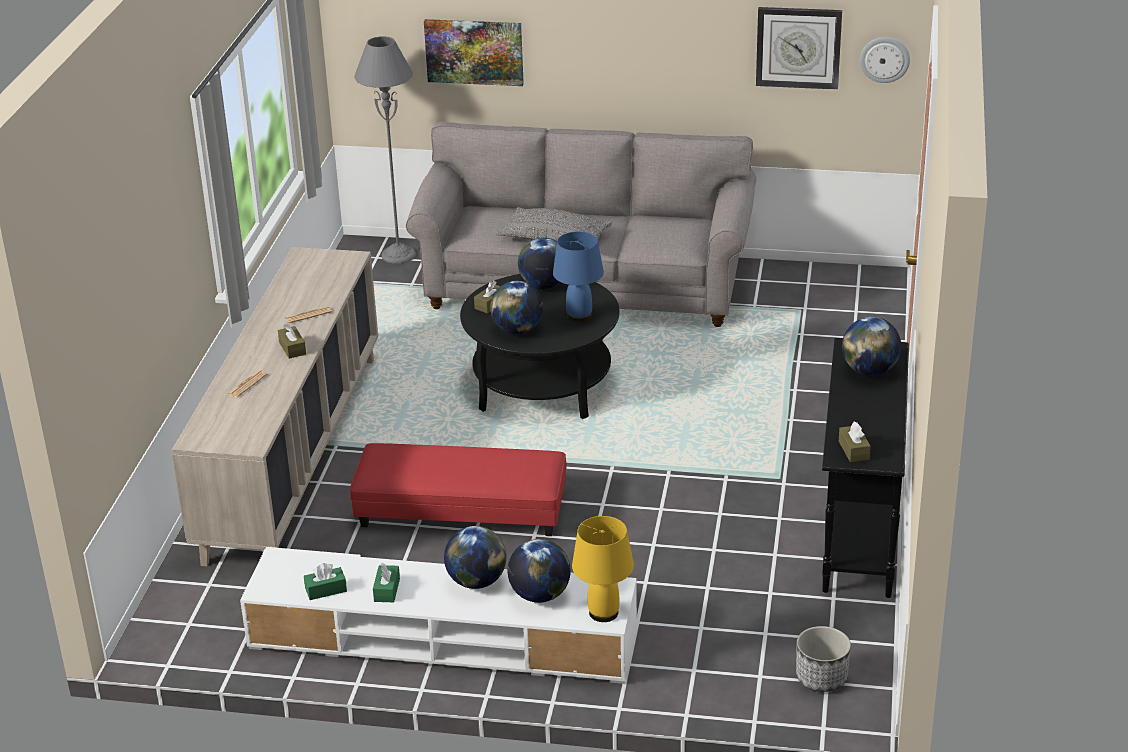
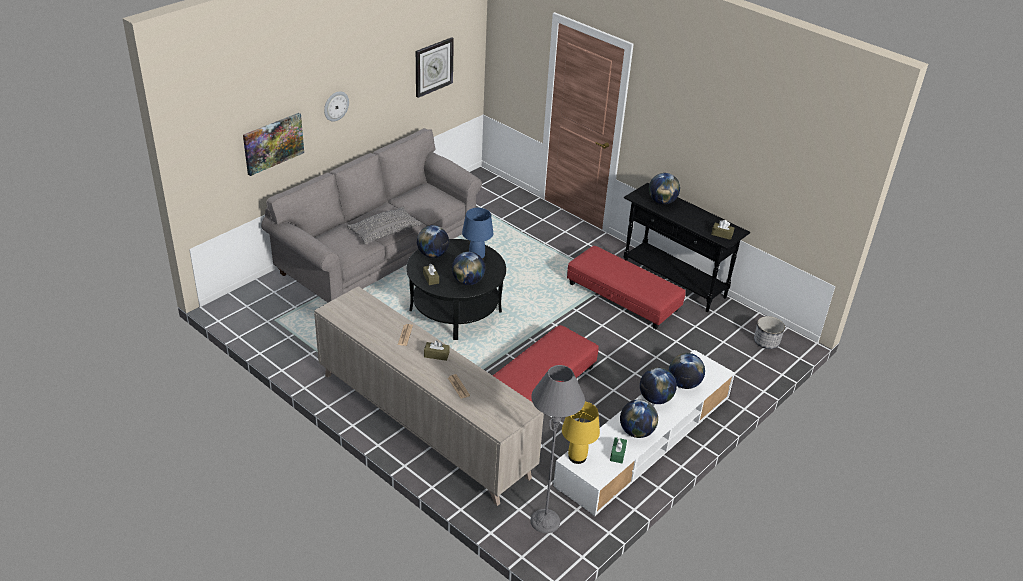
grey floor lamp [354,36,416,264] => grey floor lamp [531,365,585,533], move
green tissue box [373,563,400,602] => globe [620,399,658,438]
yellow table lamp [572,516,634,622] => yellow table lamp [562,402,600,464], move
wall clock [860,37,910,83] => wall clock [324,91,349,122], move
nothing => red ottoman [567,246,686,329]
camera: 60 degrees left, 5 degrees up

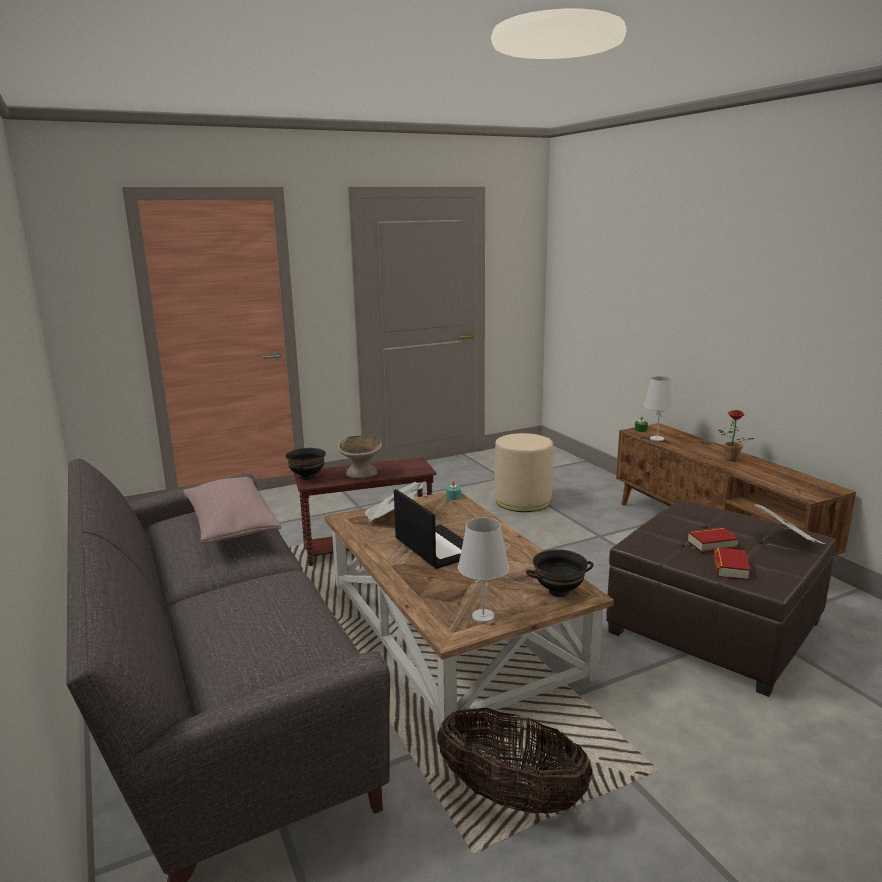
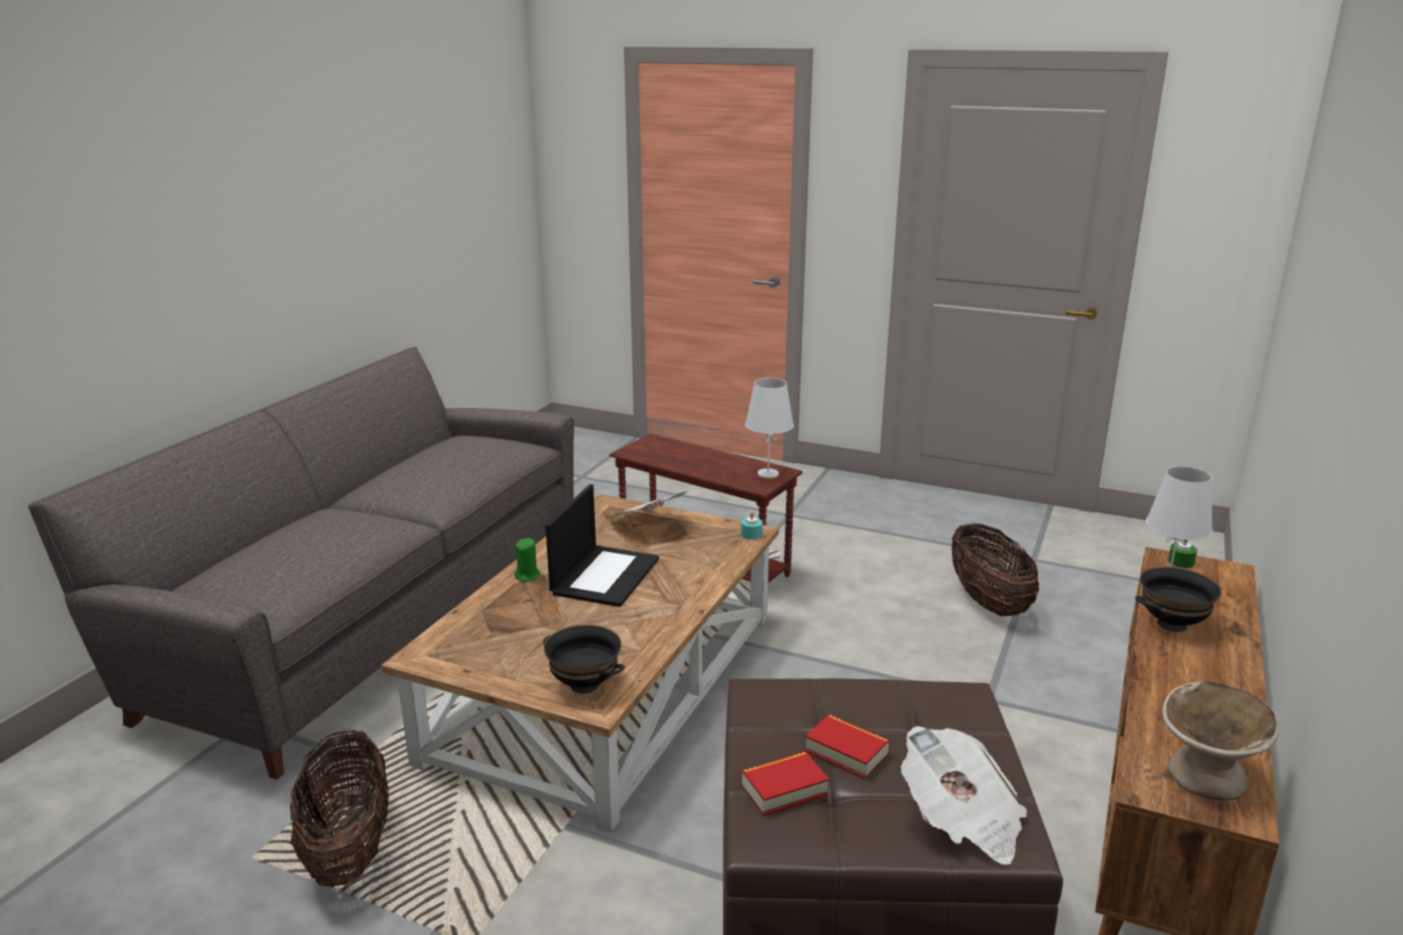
pink pillow [183,477,281,543] => nothing
black bowl [286,448,326,480] => black bowl [1135,566,1221,632], move
beige bowl [338,435,382,479] => beige bowl [1162,681,1279,800], move
white table lamp [458,518,509,623] => white table lamp [745,378,794,478], move
beige ottoman [495,433,553,512] => basket [952,523,1039,616]
potted plant [718,410,754,462] => nothing
nothing => green candle [514,538,540,582]
camera: 50 degrees right, 5 degrees up

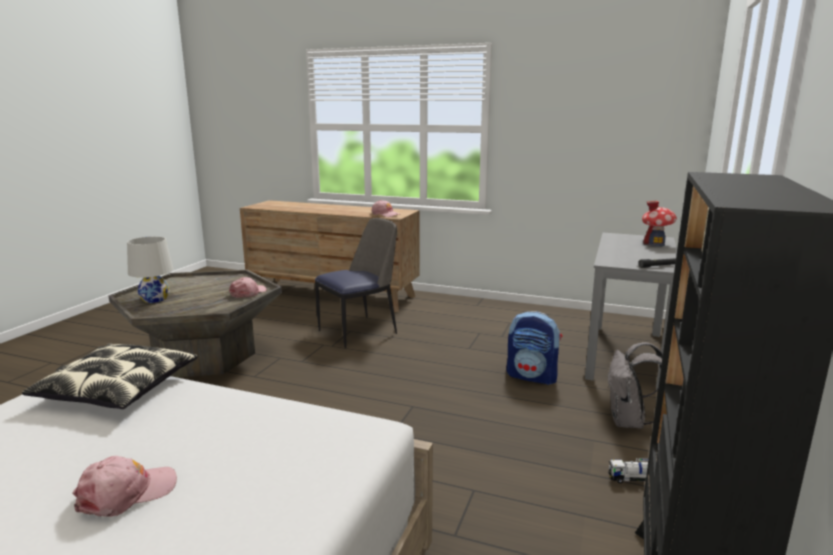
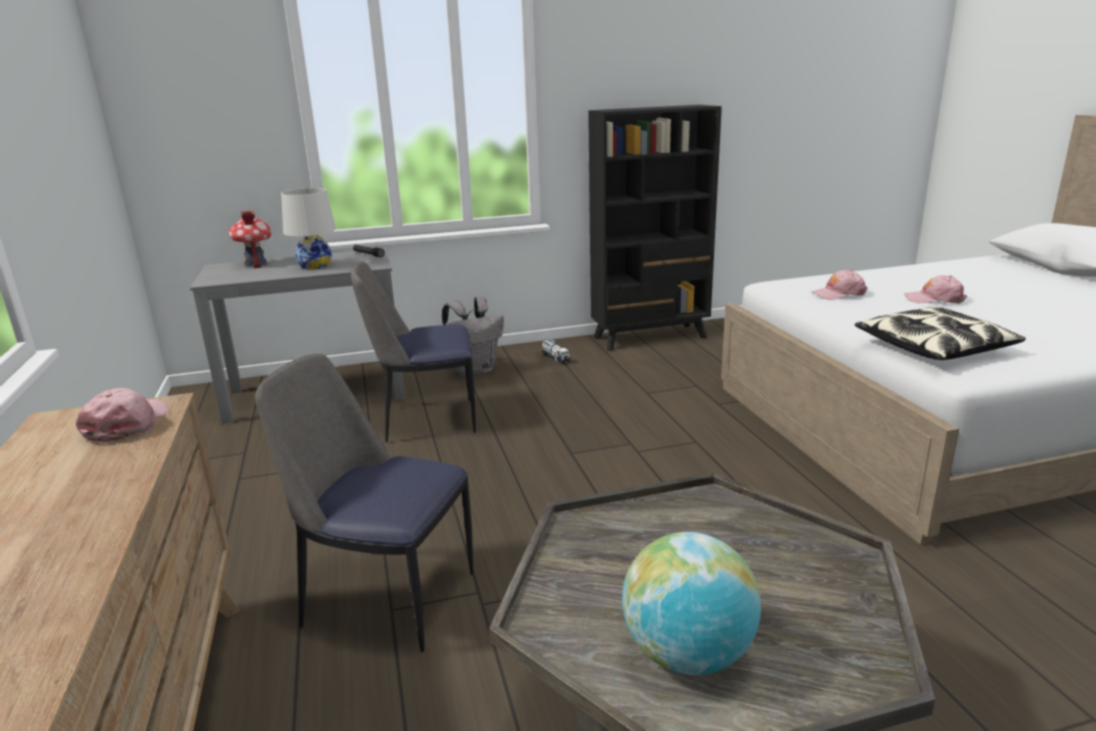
white table lamp [127,236,174,303] => white table lamp [281,188,336,270], move
pink cap [229,277,267,298] => pink cap [812,270,868,300], move
backpack [506,311,562,385] => chair [351,262,476,443]
nothing => globe [622,532,761,675]
camera: 125 degrees left, 5 degrees up

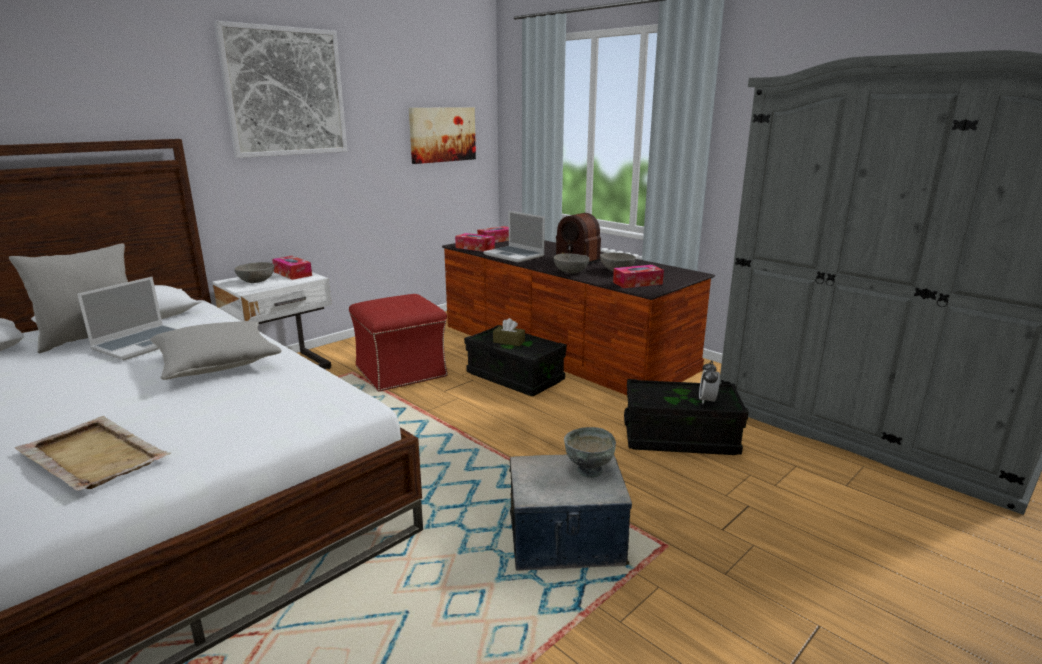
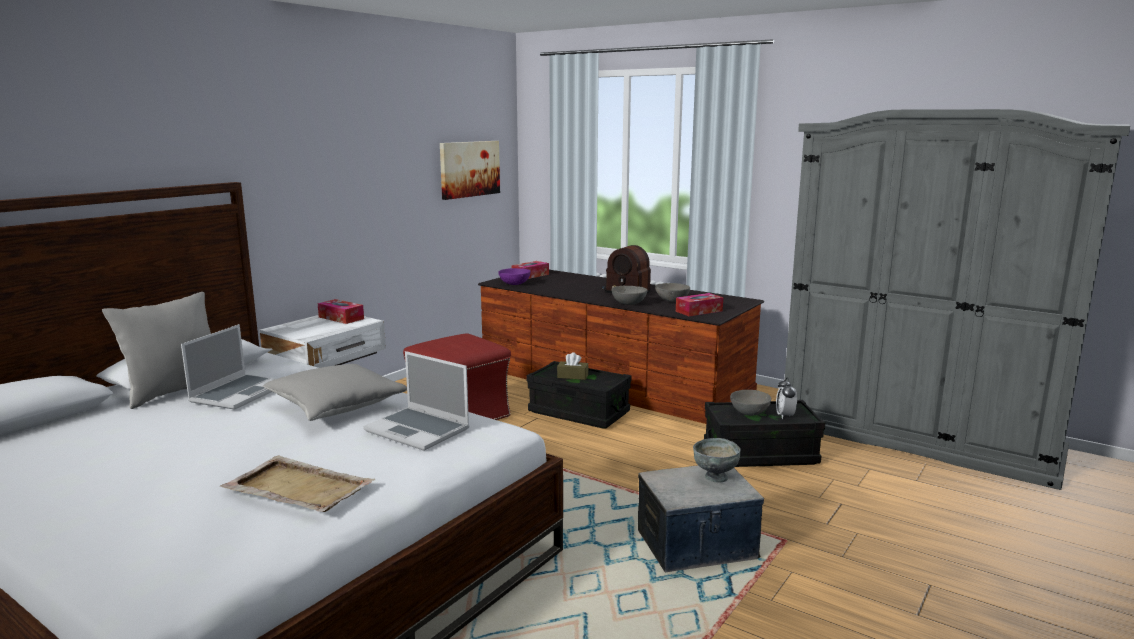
picture [214,21,347,158] => nothing
grey bowl [234,262,275,283] => grey bowl [730,390,771,416], move
tissue box [455,233,495,252] => purple bowl [498,268,531,285]
laptop [483,211,545,262] => laptop [363,351,470,451], move
camera: 10 degrees left, 5 degrees down

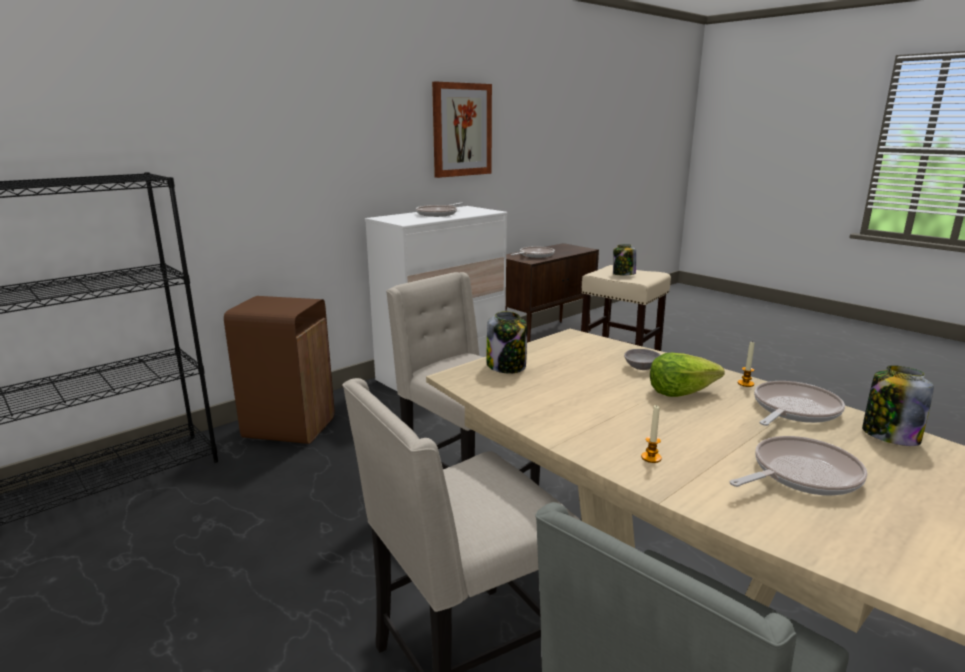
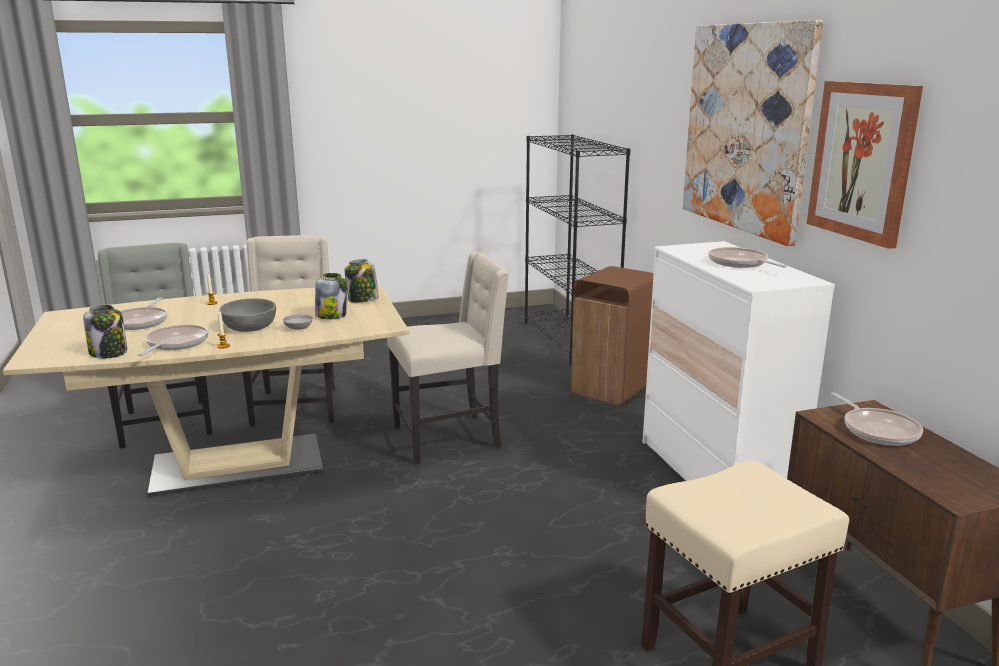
jar [613,244,636,275] => jar [315,273,347,319], move
lettuce [650,353,725,397] => grey bowl [220,298,276,332]
frying pan [754,381,845,426] => frying pan [138,325,209,356], 150 degrees counterclockwise
nothing => picture [683,20,823,246]
camera: 115 degrees right, 0 degrees up

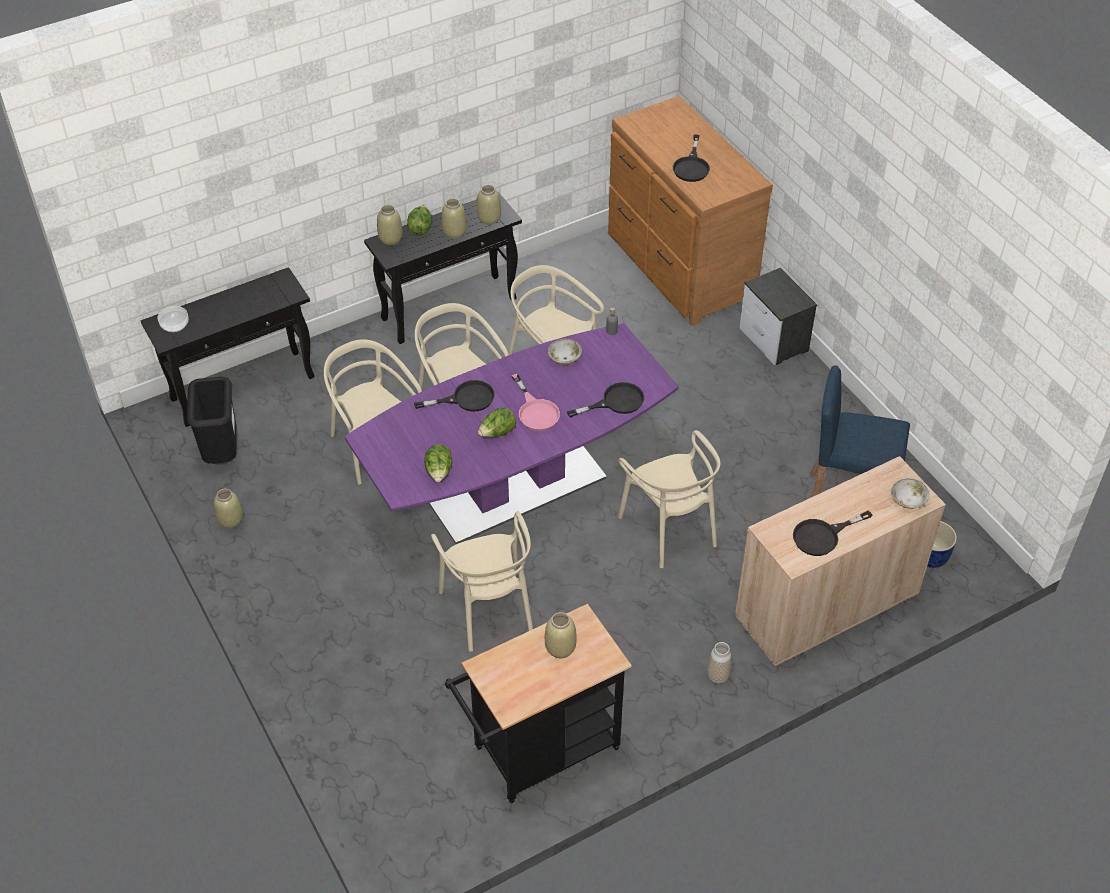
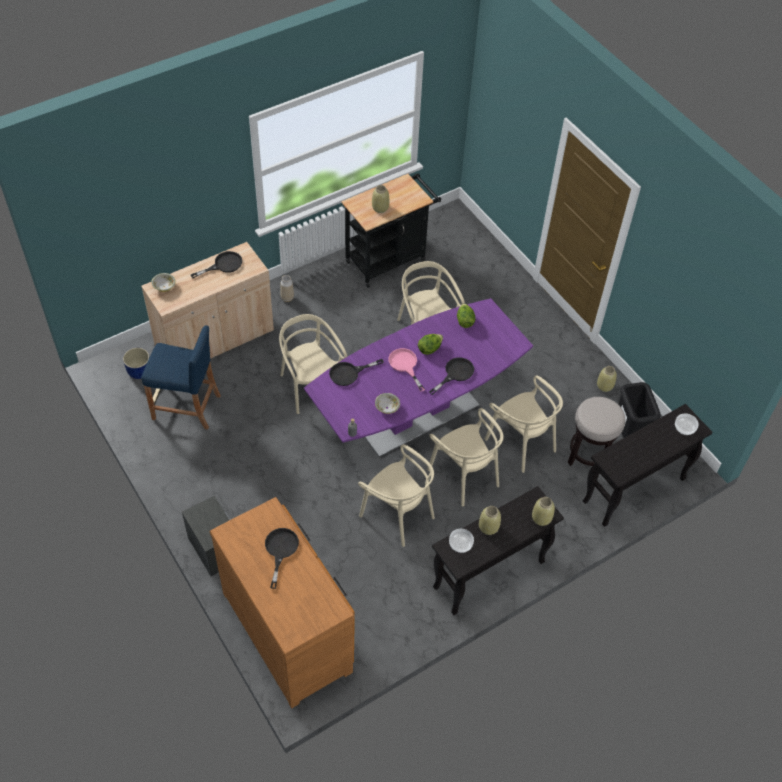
lettuce [407,205,432,235] => nothing
black frying pan [414,380,495,412] => black frying pan [429,357,474,395], 150 degrees clockwise
beige vase [477,185,501,225] => bowl [449,529,474,553]
nothing => stool [568,397,626,474]
camera: 175 degrees right, 5 degrees up

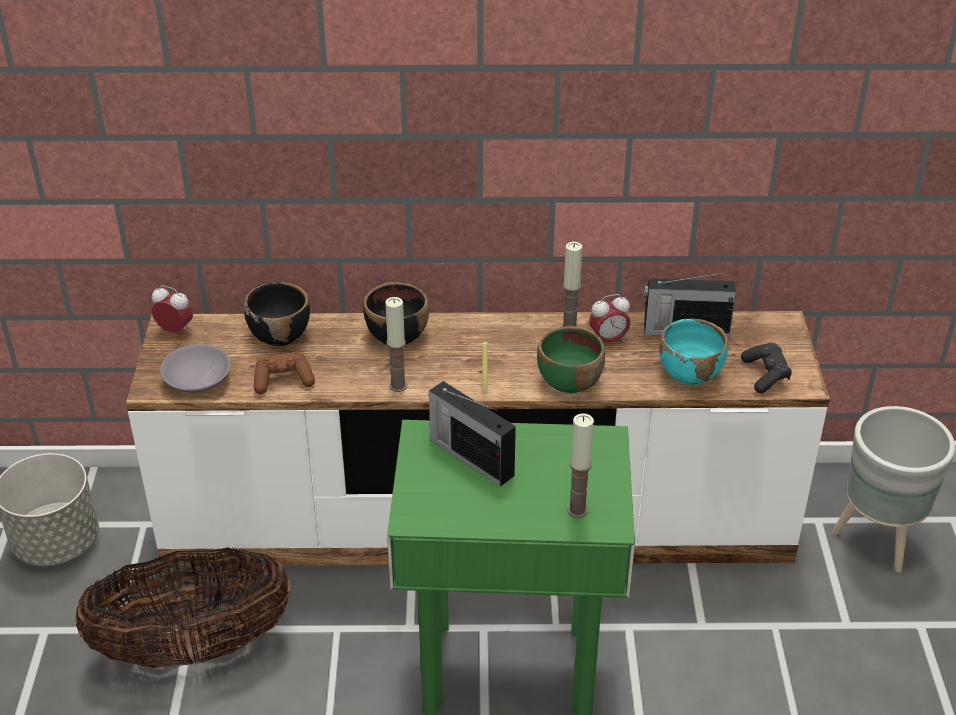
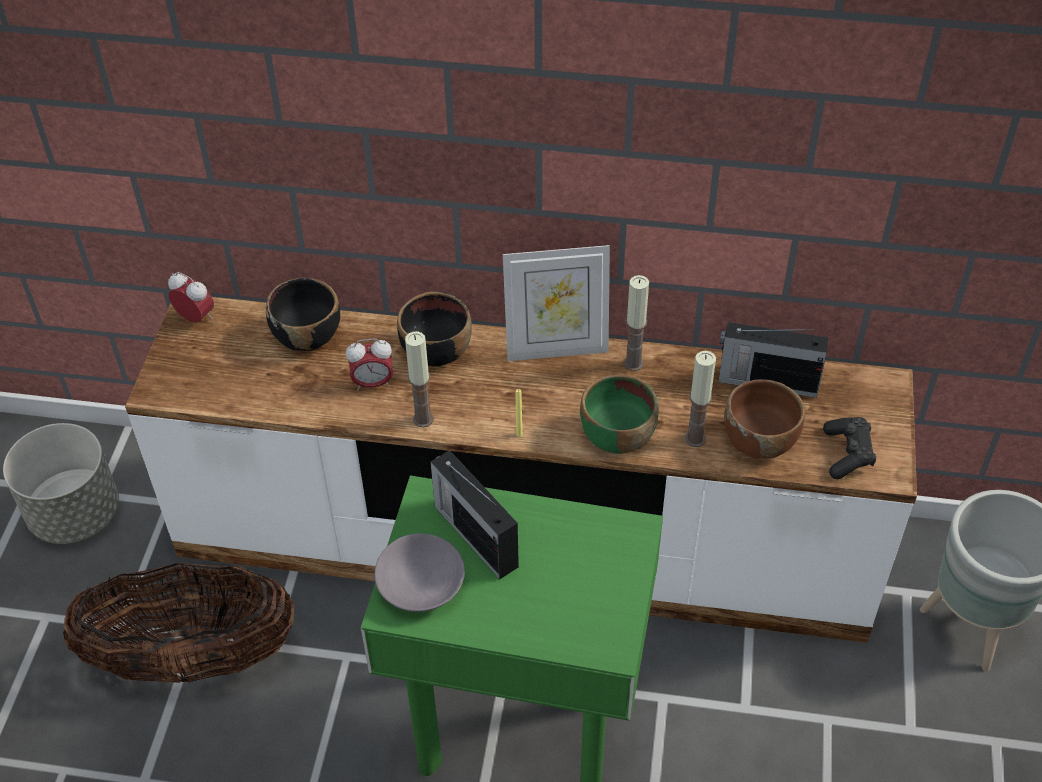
grey bowl [160,344,231,393] => grey bowl [374,533,465,612], move
brown game controller [254,351,315,394] => nothing
candle [567,413,594,518] => candle [685,351,716,447], move
alarm clock [589,294,631,342] => alarm clock [346,338,393,391], move
turquoise bowl [659,318,728,385] => brown bowl [724,379,805,458]
nothing => picture frame [503,245,610,361]
camera: 10 degrees right, 10 degrees up

